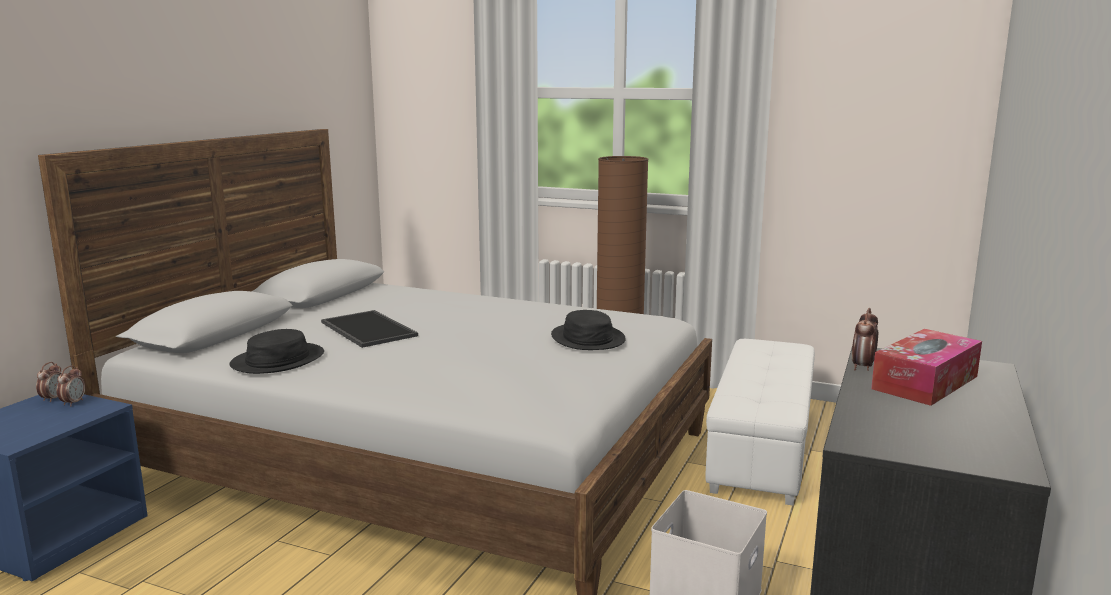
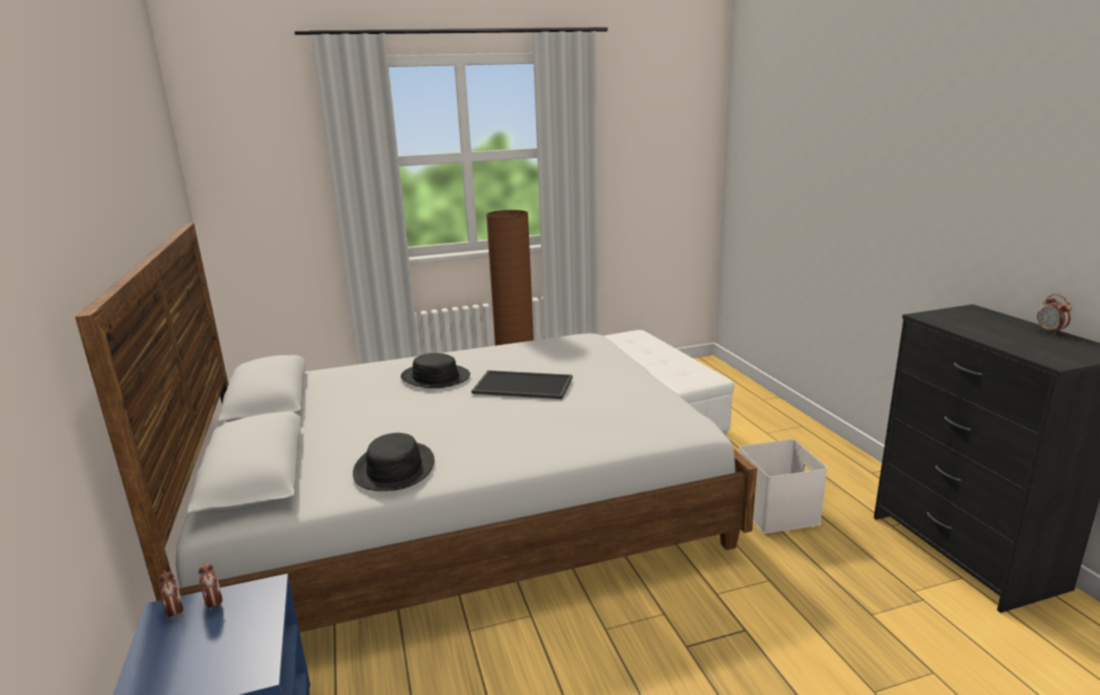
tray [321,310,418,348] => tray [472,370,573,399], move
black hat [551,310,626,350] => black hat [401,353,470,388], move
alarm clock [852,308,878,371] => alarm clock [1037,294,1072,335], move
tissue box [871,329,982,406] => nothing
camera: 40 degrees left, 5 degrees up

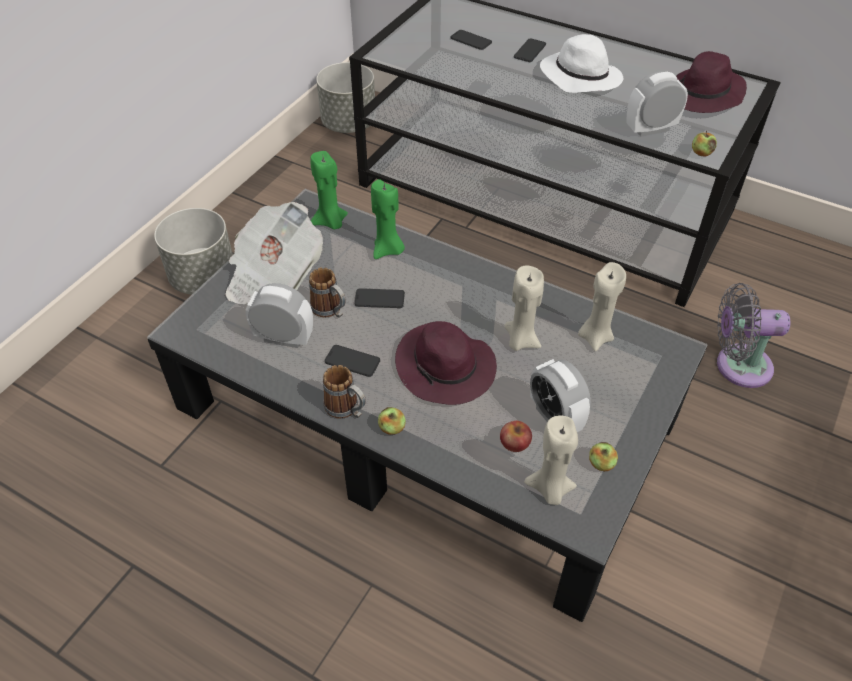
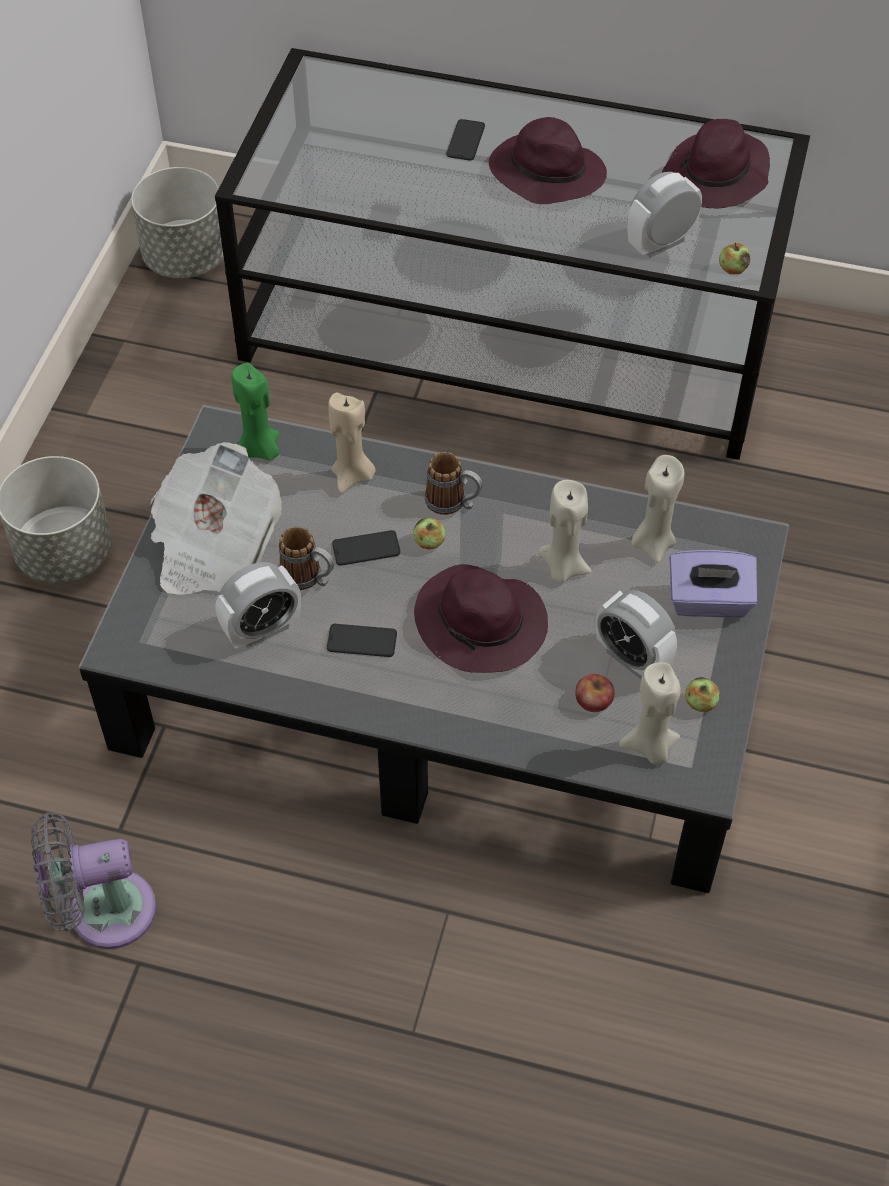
alarm clock [246,283,313,348] => alarm clock [216,562,301,649], 150 degrees clockwise
mug [323,365,366,419] => mug [425,452,483,515], move
green candle [371,179,405,259] => beige candle [328,392,375,493]
apple [378,407,406,435] => apple [413,518,445,550], move
phone [451,30,492,50] => nothing
white hat [540,34,624,93] => purple hat [489,117,607,204]
grey fan [717,283,791,388] => grey fan [31,812,156,949], move
nothing => purple tissue box [669,550,757,618]
camera: 15 degrees left, 5 degrees up

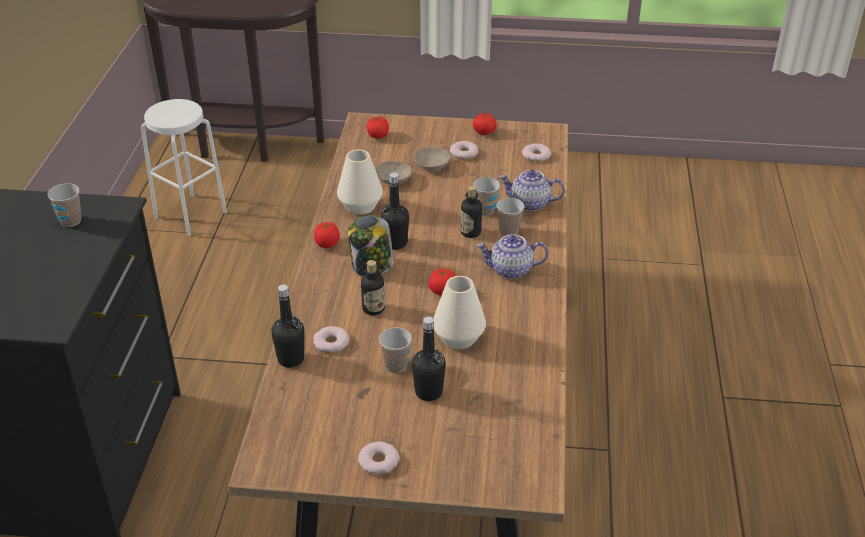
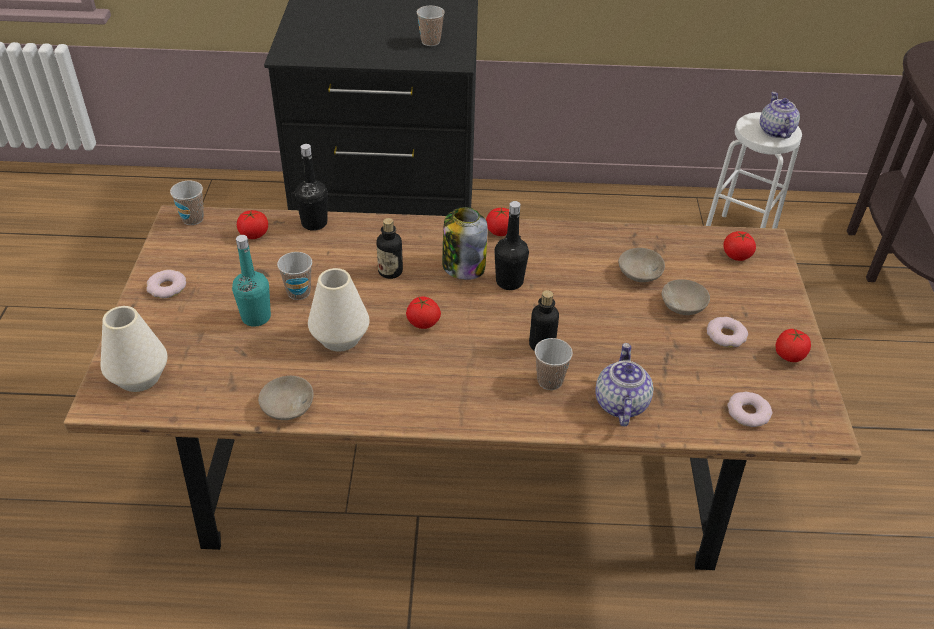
donut [313,326,350,353] => nothing
white vase [337,150,383,215] => white vase [101,306,167,392], move
black bottle [412,316,446,401] => turquoise bottle [232,235,271,327]
cup [473,177,500,216] => cup [170,181,204,225], move
teapot [476,235,548,279] => teapot [760,92,800,139], move
nothing => tomato [237,210,268,239]
nothing => beige bowl [258,376,314,420]
camera: 85 degrees right, 5 degrees up

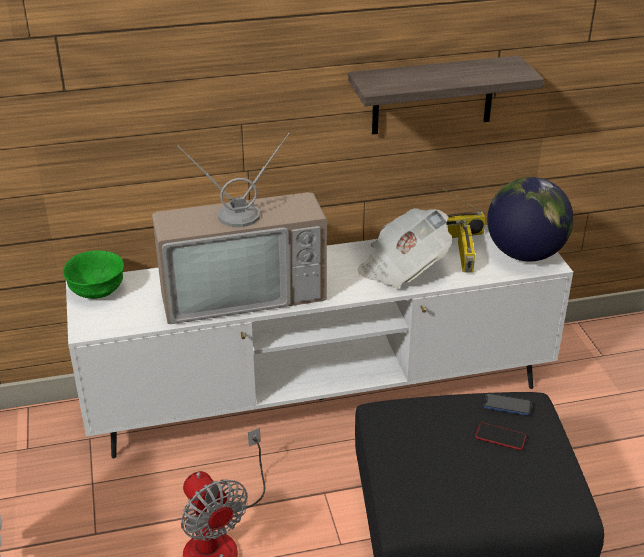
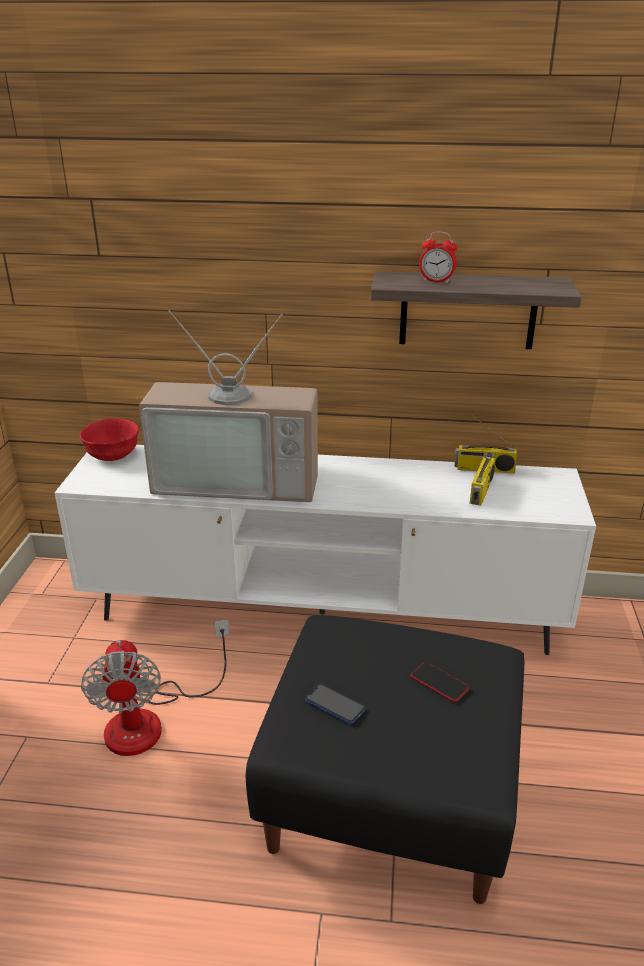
green bowl [63,250,124,299] => red bowl [80,418,139,461]
newspaper [358,208,452,289] => nothing
phone [484,393,532,415] => phone [305,684,365,724], move
globe [487,177,574,262] => nothing
nothing => alarm clock [419,231,457,284]
camera: 20 degrees right, 5 degrees down

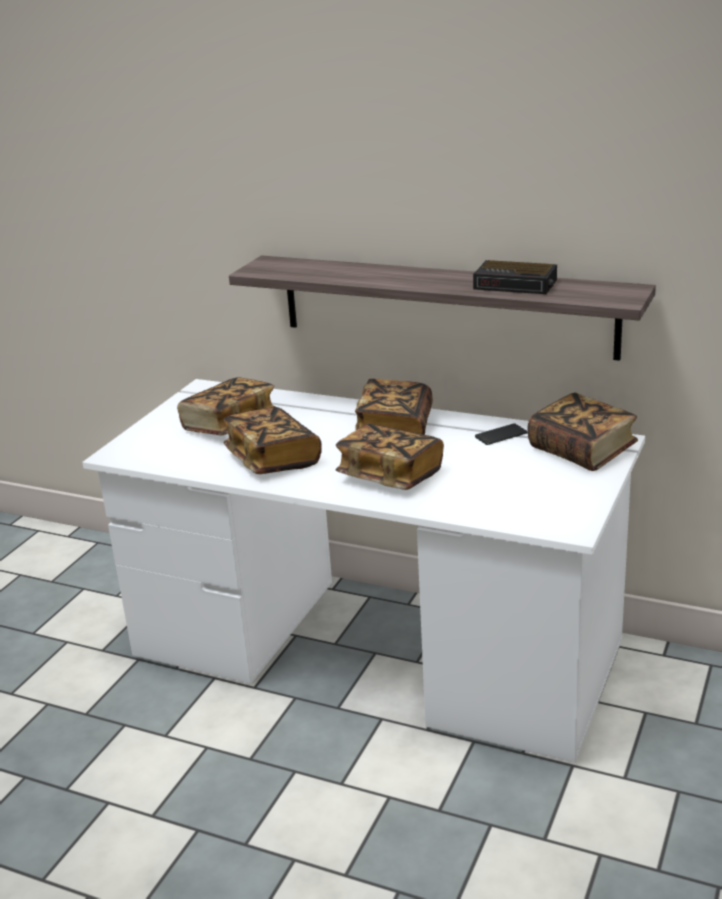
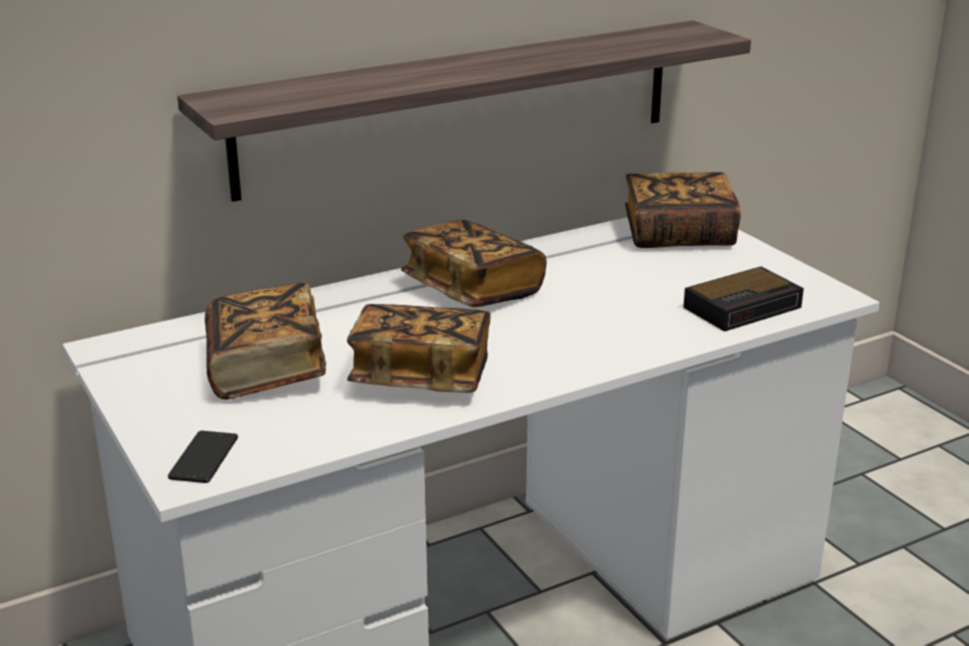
book [336,424,444,490] => nothing
alarm clock [473,260,557,294] => alarm clock [683,266,804,332], move
phone [475,423,528,445] => phone [168,431,238,483], move
camera: 55 degrees left, 0 degrees up

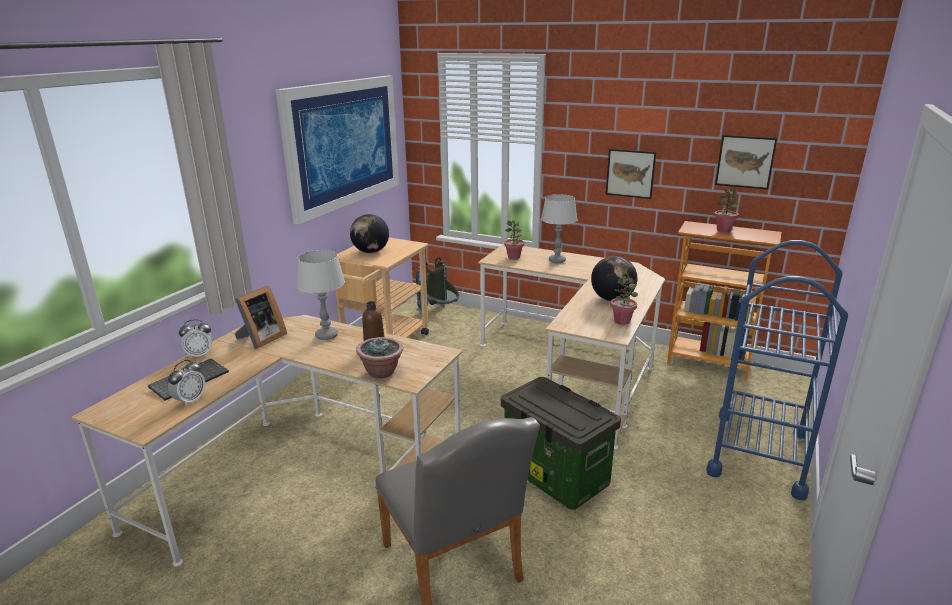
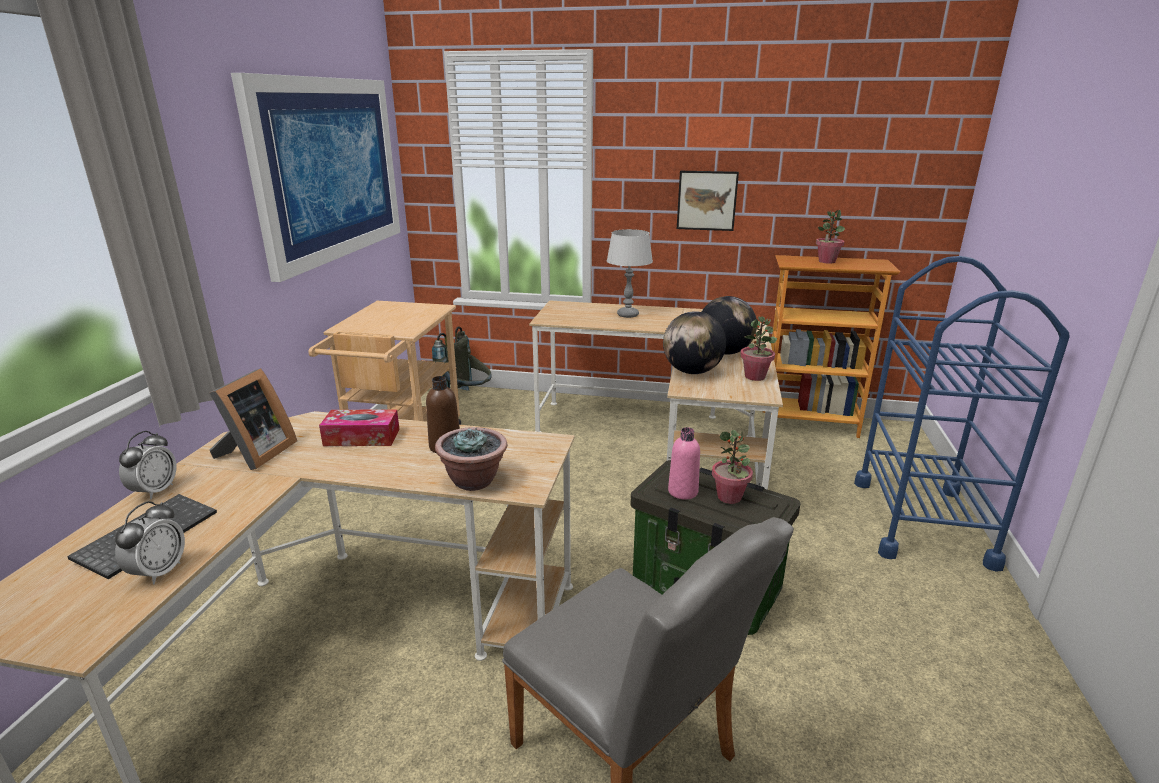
alarm clock [179,319,213,358] => alarm clock [119,431,176,500], 45 degrees counterclockwise
grey table lamp [296,250,345,340] => tissue box [319,409,400,446]
globe [350,214,389,253] => globe [663,311,726,374], move
potted plant [504,220,524,259] => potted plant [712,430,753,504], move
picture [715,135,777,190] => nothing
nothing => pink bottle [668,427,700,500]
camera: 15 degrees left, 0 degrees up

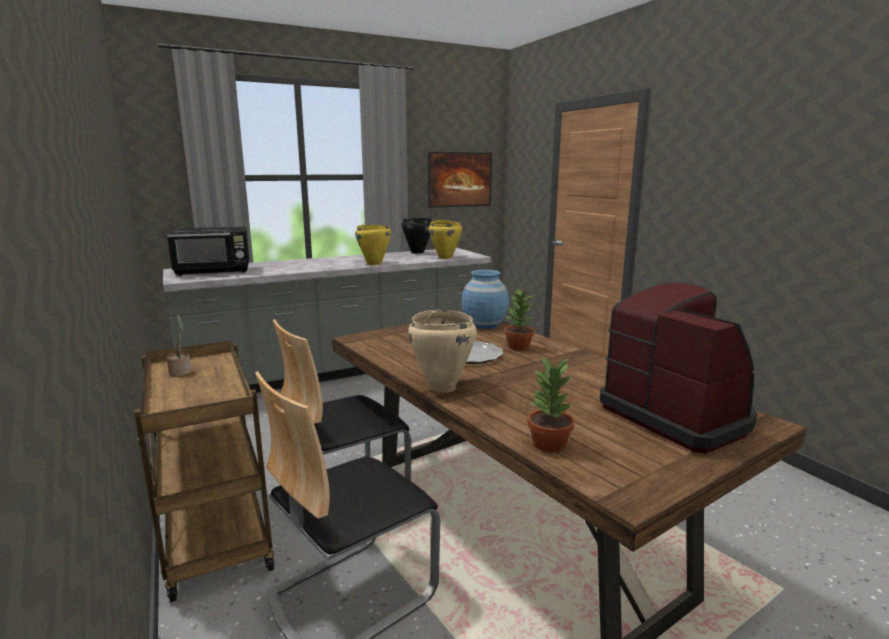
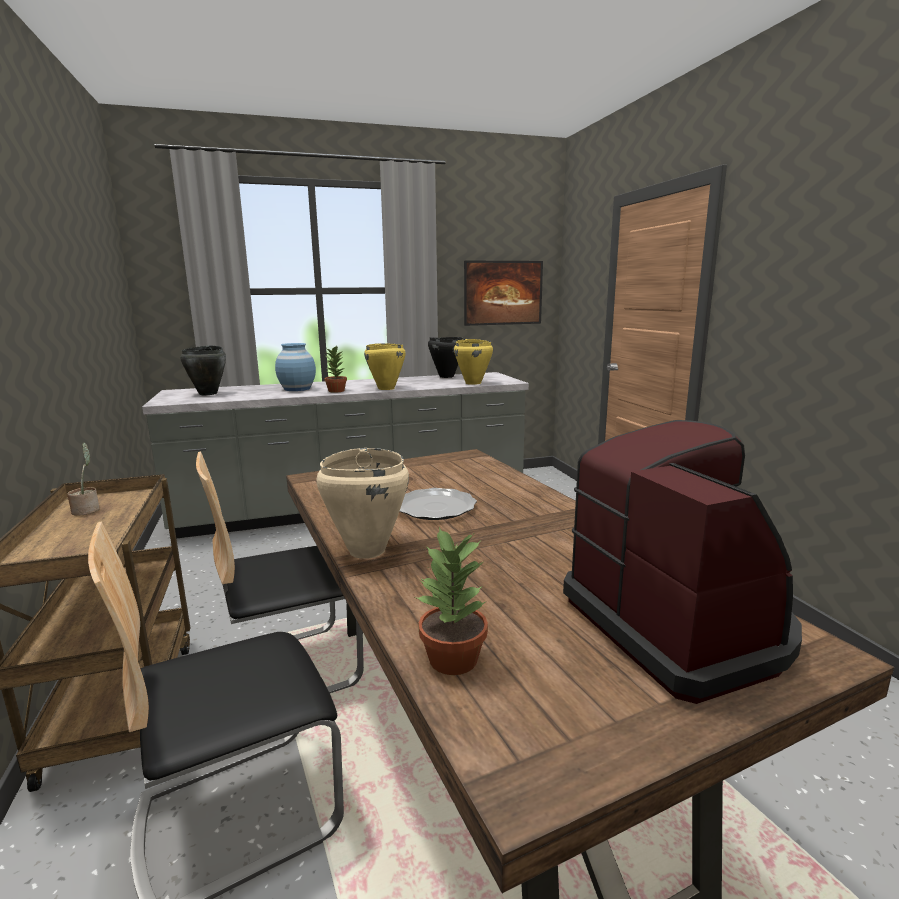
black microwave [167,227,249,276] => black cooking pot [180,345,226,395]
blue vase [462,270,509,329] => blue vase [275,343,316,391], move
potted plant [504,289,534,350] => potted plant [324,345,347,393], move
camera: 10 degrees right, 0 degrees up

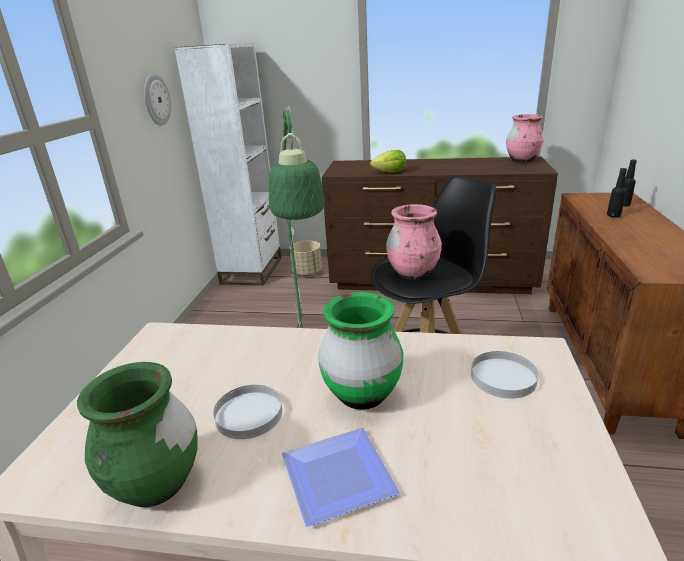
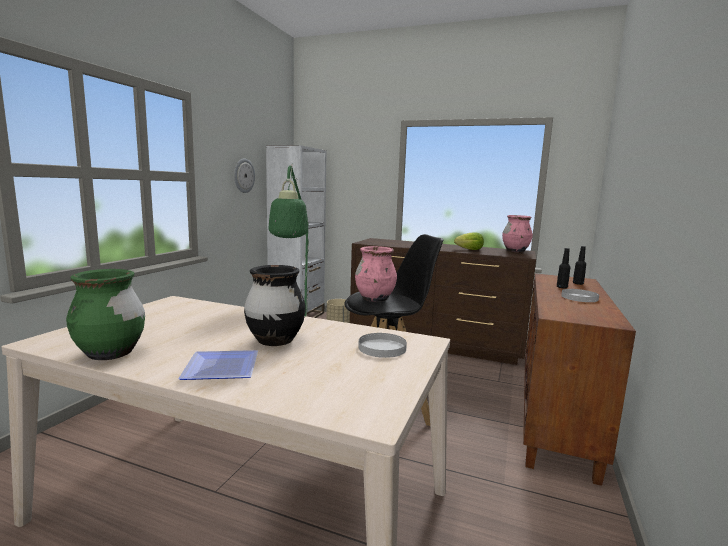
white plate [213,385,282,439] => white plate [561,289,599,302], move
green vase [318,292,403,410] => black vase [244,265,306,346]
lettuce [370,150,406,172] => lettuce [454,232,484,250], move
camera: 10 degrees right, 15 degrees down

